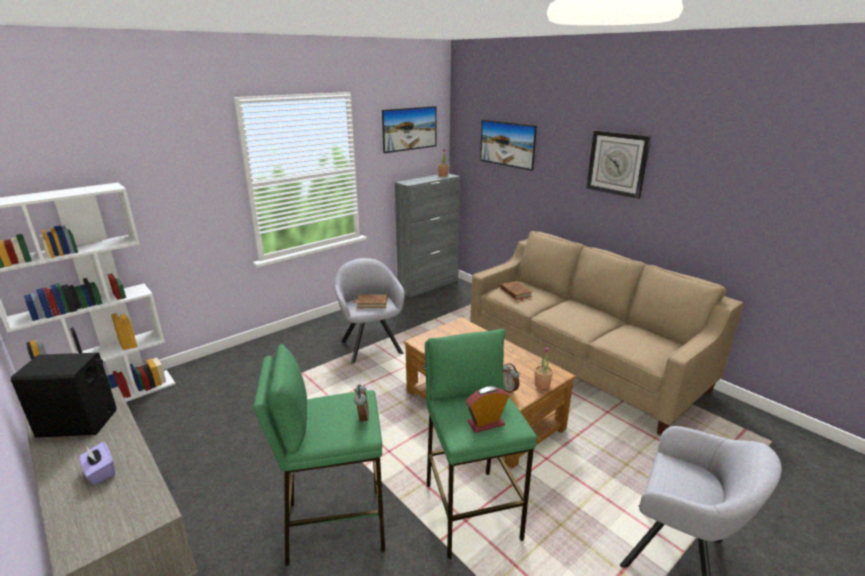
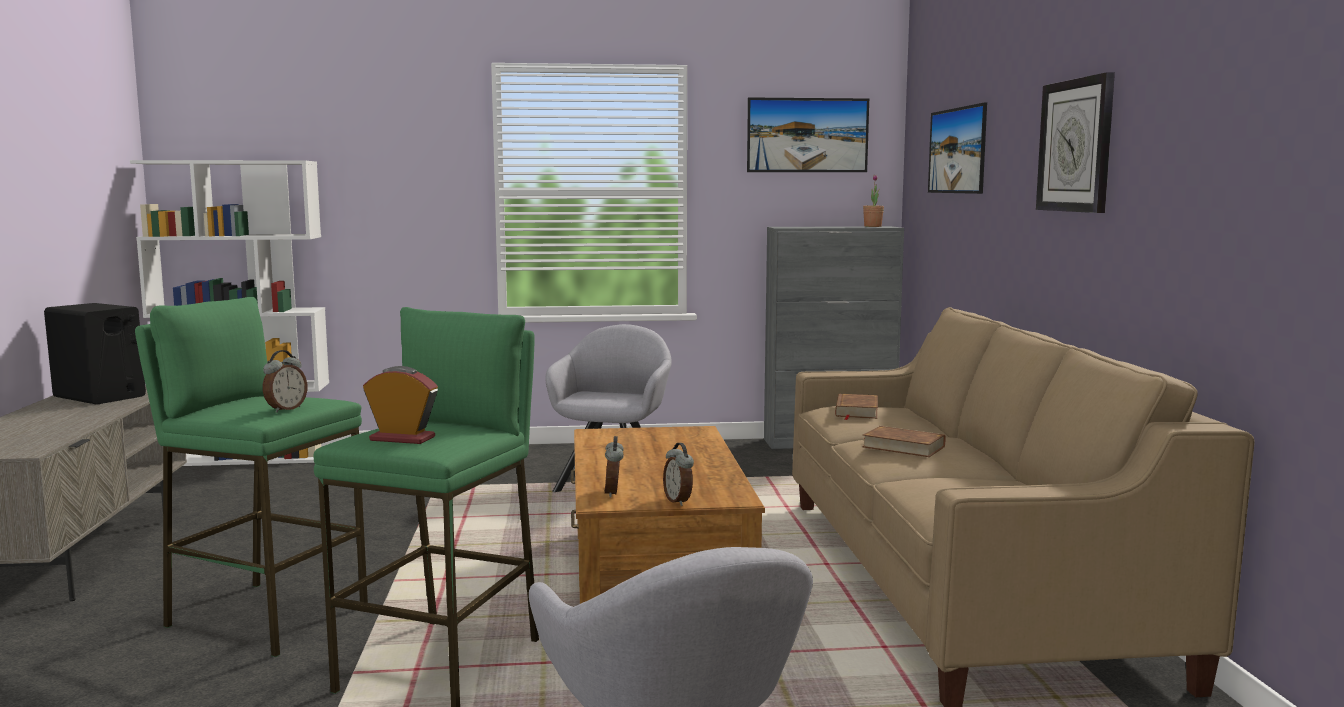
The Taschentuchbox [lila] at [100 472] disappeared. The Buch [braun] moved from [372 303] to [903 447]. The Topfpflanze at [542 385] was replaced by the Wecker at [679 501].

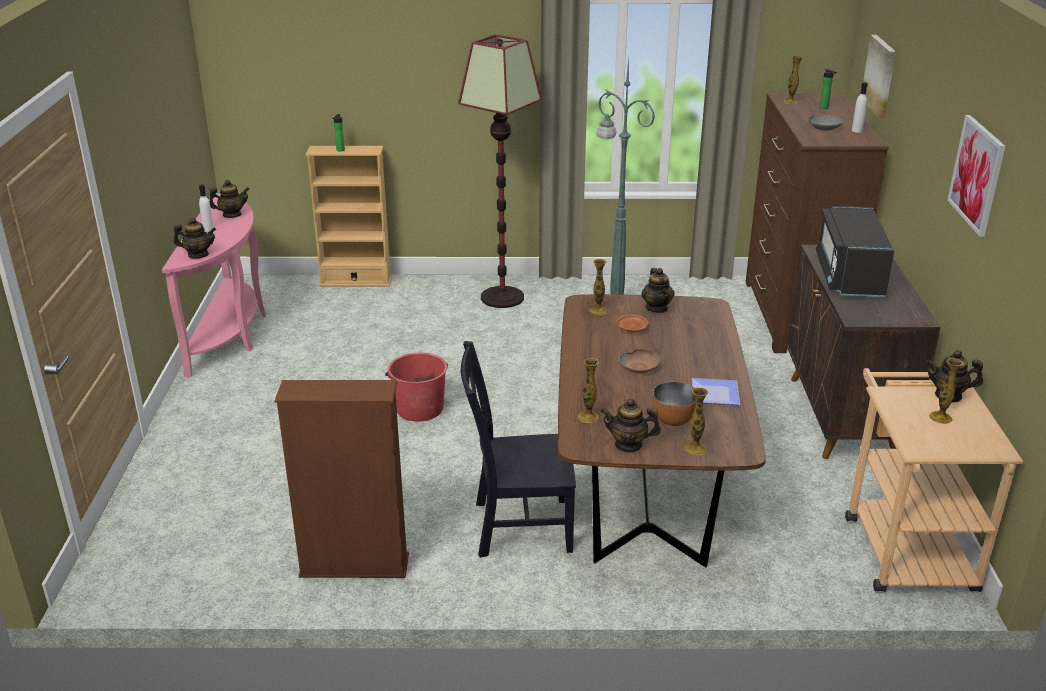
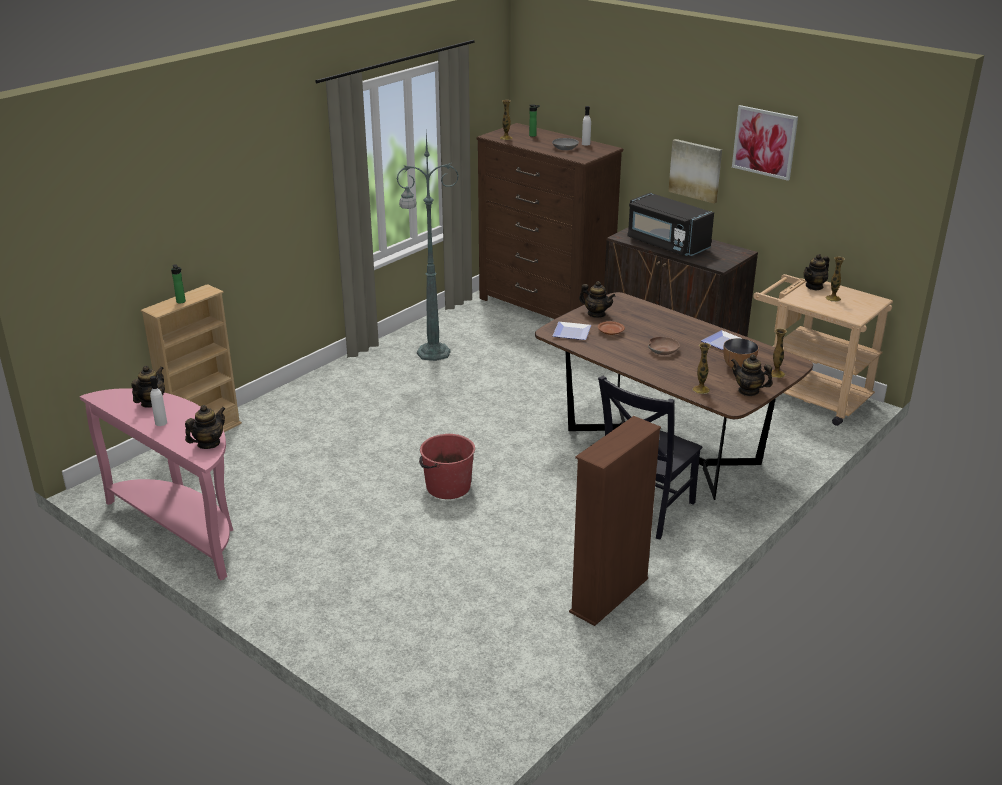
The Stehlampe at [501 297] disappeared. The Bild moved from [880 76] to [695 170]. The Vase at [598 310] was replaced by the Teller at [570 332]. The Teekanne at [628 445] turned 75 degrees clockwise.

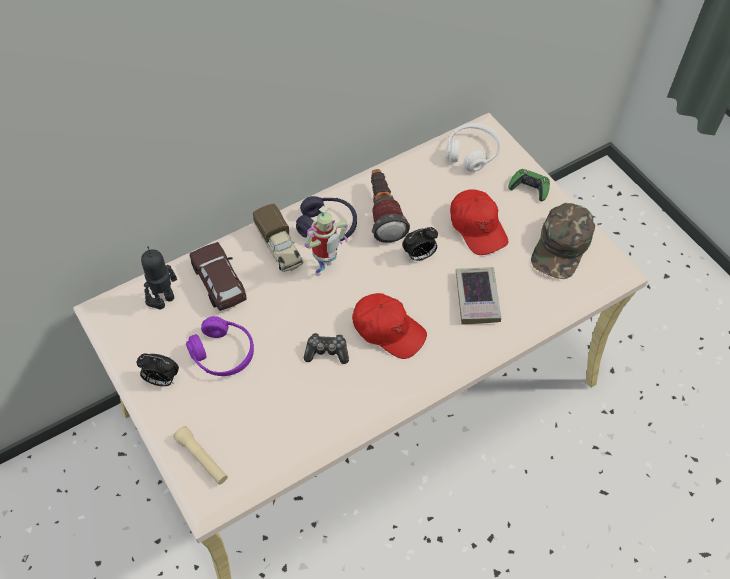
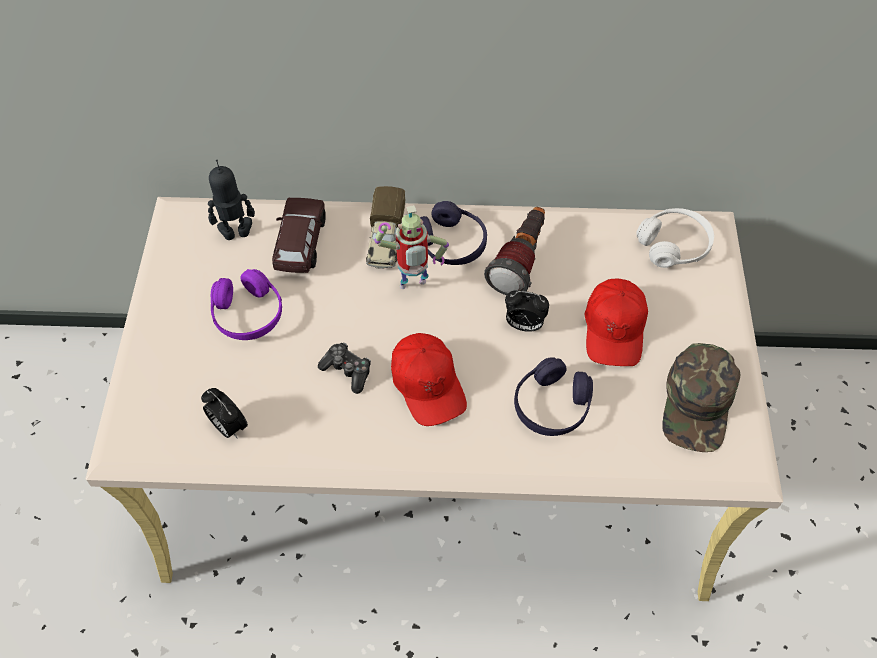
The Taschenlampe [beige] at [202 459] disappeared. The Gamepad [grün] at [529 188] disappeared. The Wecker moved from [161 380] to [228 426]. The Buch at [477 298] was replaced by the Kopfhörer [lila] at [551 406]. The Kappe [grün] at [562 247] turned 45 degrees counterclockwise.

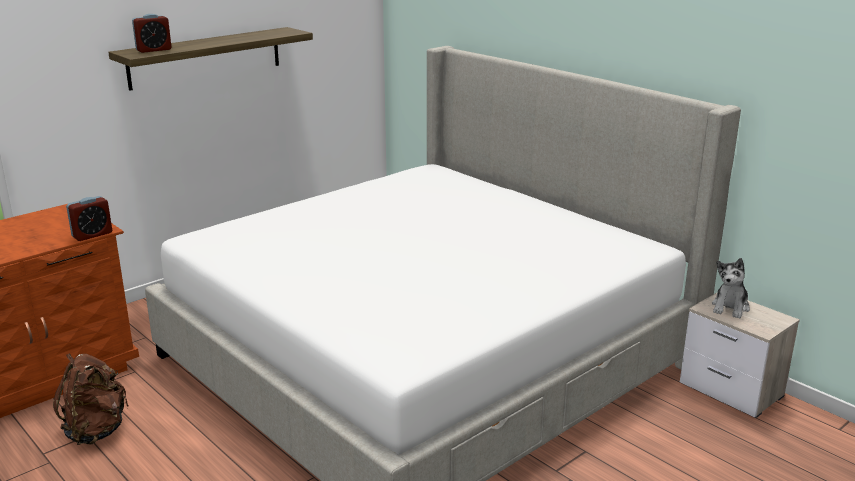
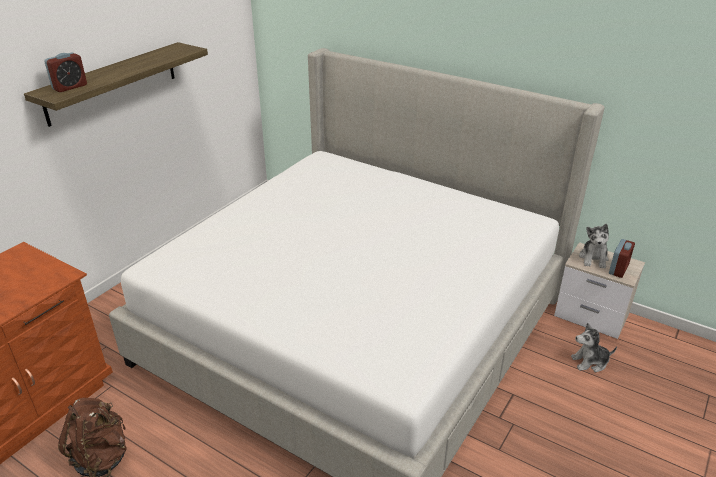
The Plüschtier at [590 362] appeared. The Wecker moved from [92 235] to [618 269].

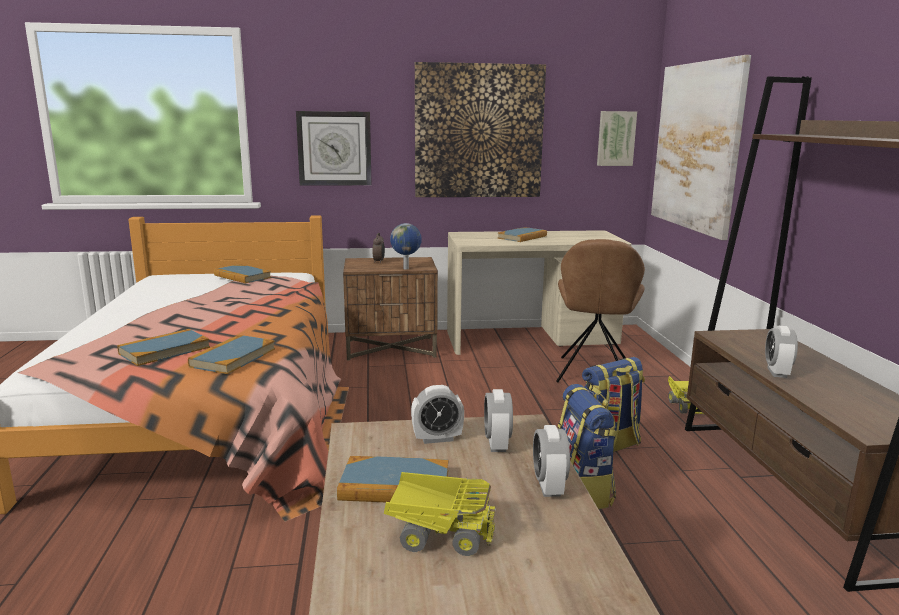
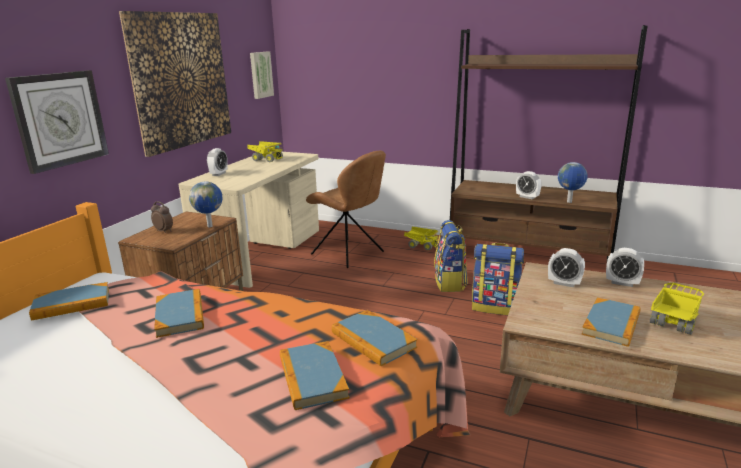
The Bild at [696 146] disappeared. The Spielzeuglaster at [266 159] appeared. The Globus at [569 202] appeared. The Wecker moved from [437 439] to [219 174]. The Buch moved from [522 237] to [180 315].

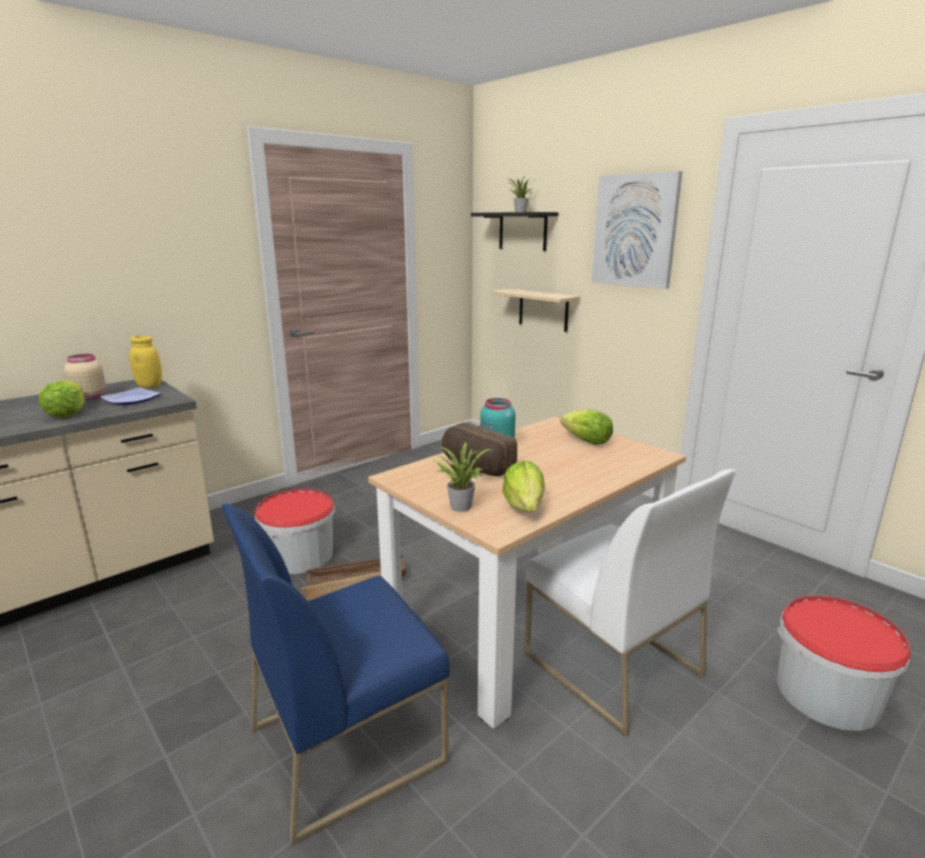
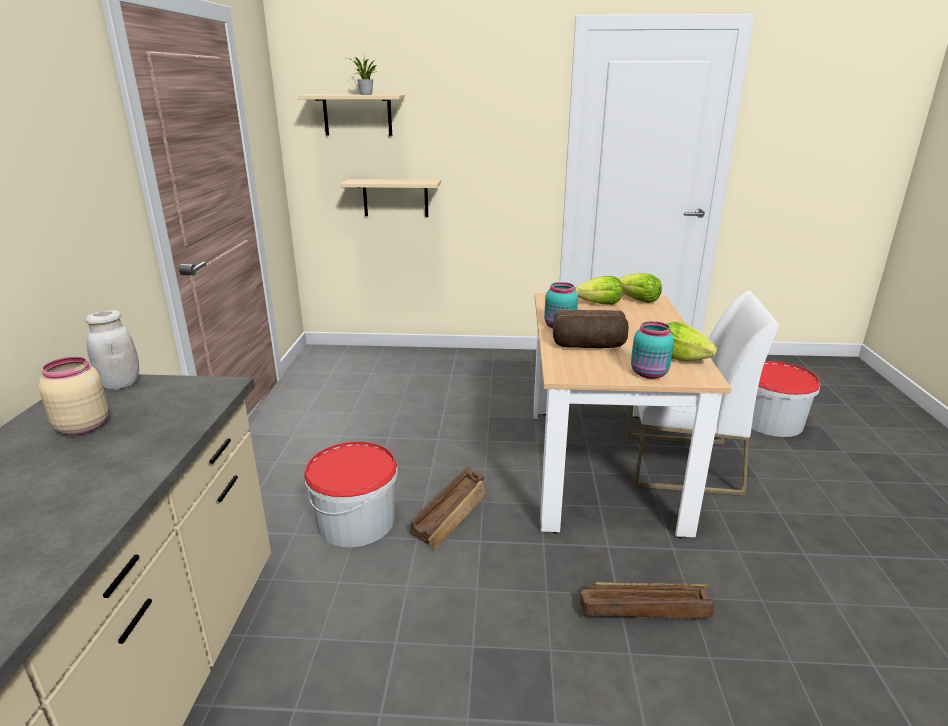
The Teller at [131 400] disappeared. The Bild at [635 231] disappeared. The Salatkopf moved from [67 414] to [638 301]. The Stuhl [blau] at [347 743] was replaced by the Kiste at [644 608]. The Topfpflanze at [459 505] was replaced by the Vorratsglas [türkis] at [650 374]. The Vorratsglas [gelb] at [149 385] became the Vorratsglas [weiß] at [120 384]. The Wandregal [schwarz] at [522 231] became the Wandregal [beige] at [357 115].

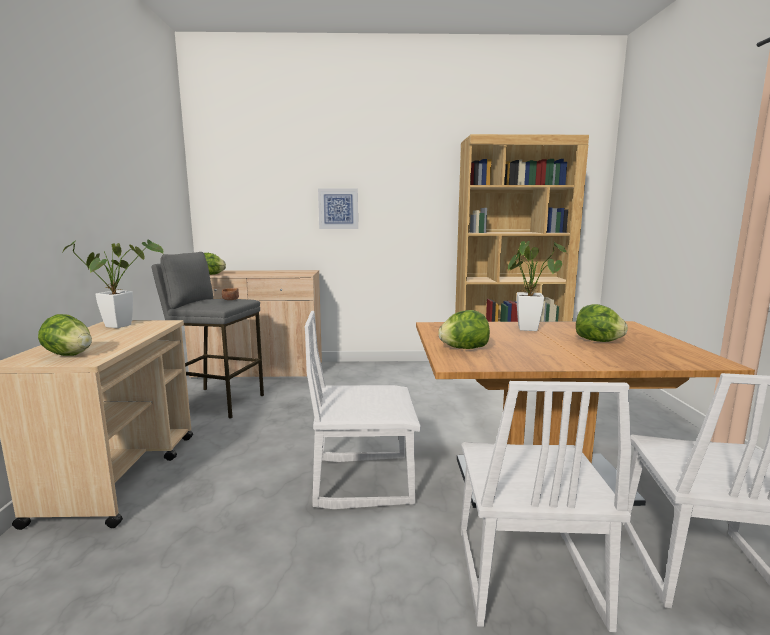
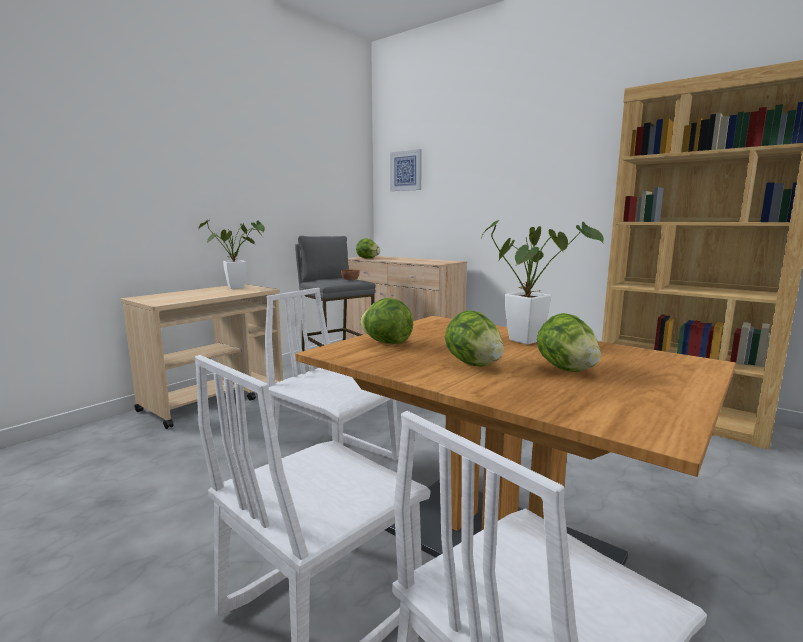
The Salatkopf moved from [69 355] to [473 364]. The Bild moved from [338 208] to [406 171].

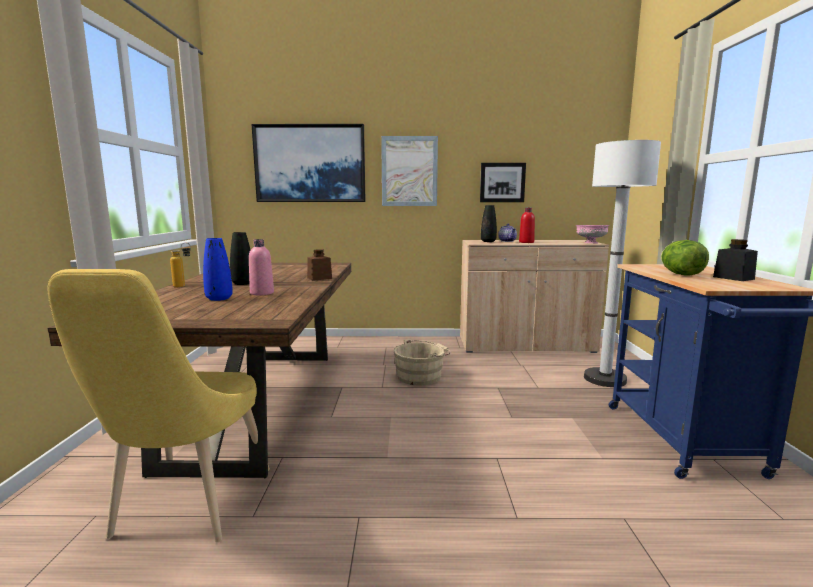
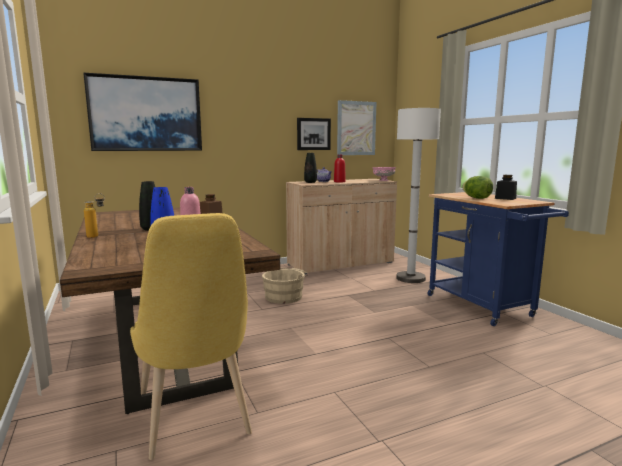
The Bild moved from [409 171] to [356 128].

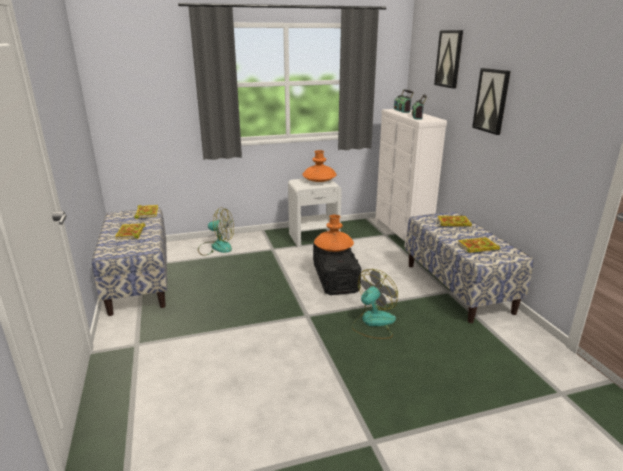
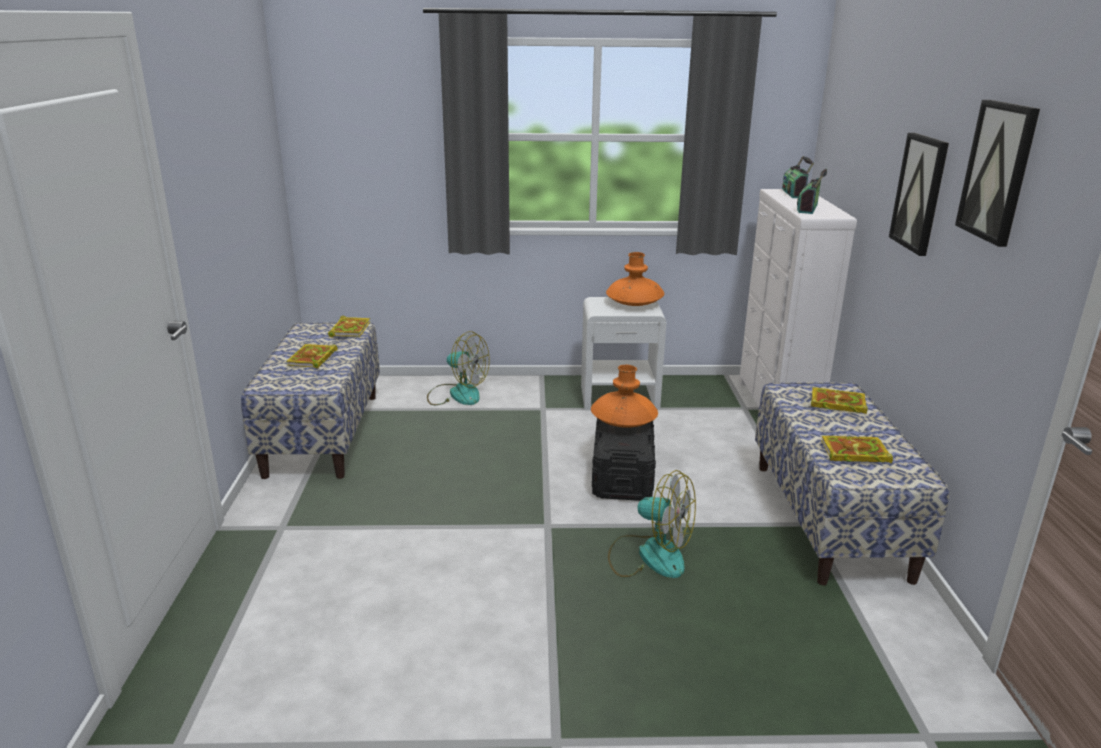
The Bild moved from [449 59] to [998 171]. The Ventilator at [373 323] turned 60 degrees clockwise.

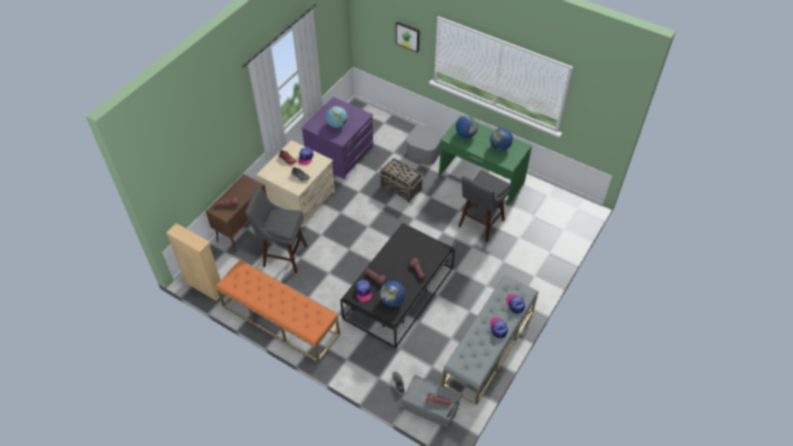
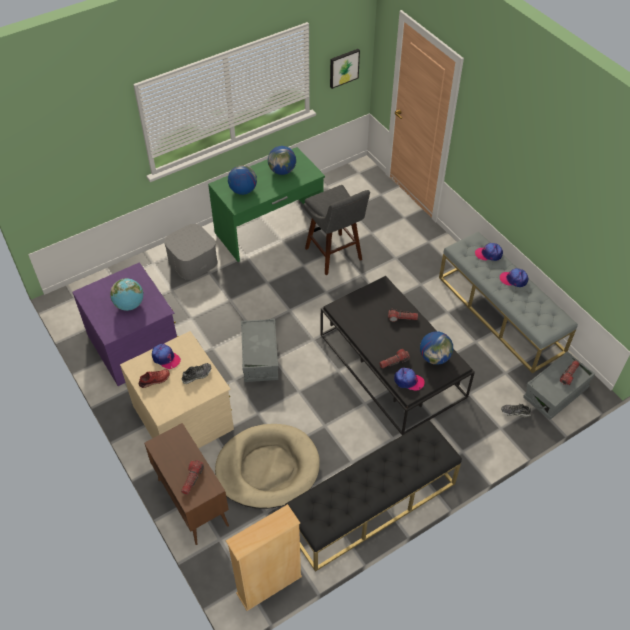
The Korb at [401 188] disappeared. The Aufbewahrungsbox [grau] at [260 358] appeared. The Bild moved from [408 36] to [343 67]. The Hocker [grau] at [283 255] was replaced by the Hundebett [beige] at [267 468]. The Bank [orange] at [280 320] became the Bank [schwarz] at [372 505].

